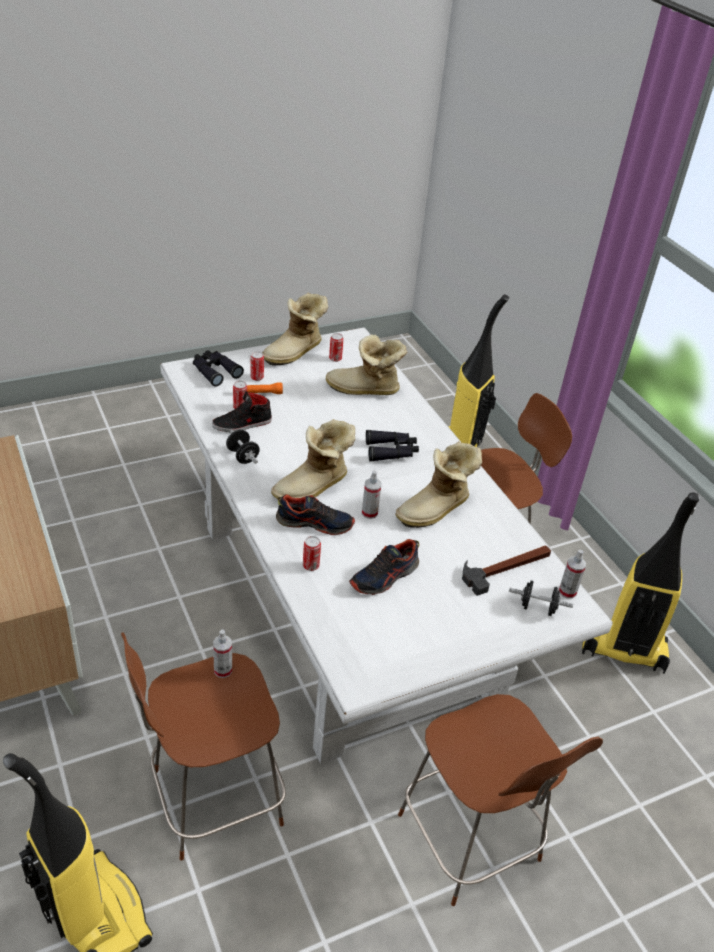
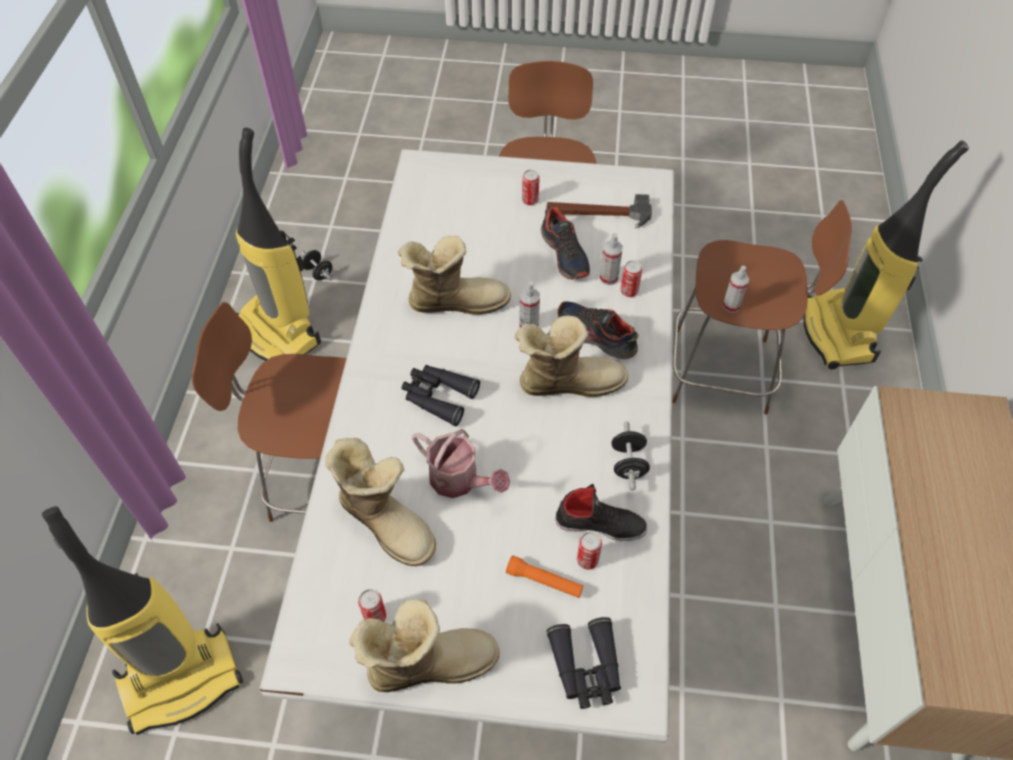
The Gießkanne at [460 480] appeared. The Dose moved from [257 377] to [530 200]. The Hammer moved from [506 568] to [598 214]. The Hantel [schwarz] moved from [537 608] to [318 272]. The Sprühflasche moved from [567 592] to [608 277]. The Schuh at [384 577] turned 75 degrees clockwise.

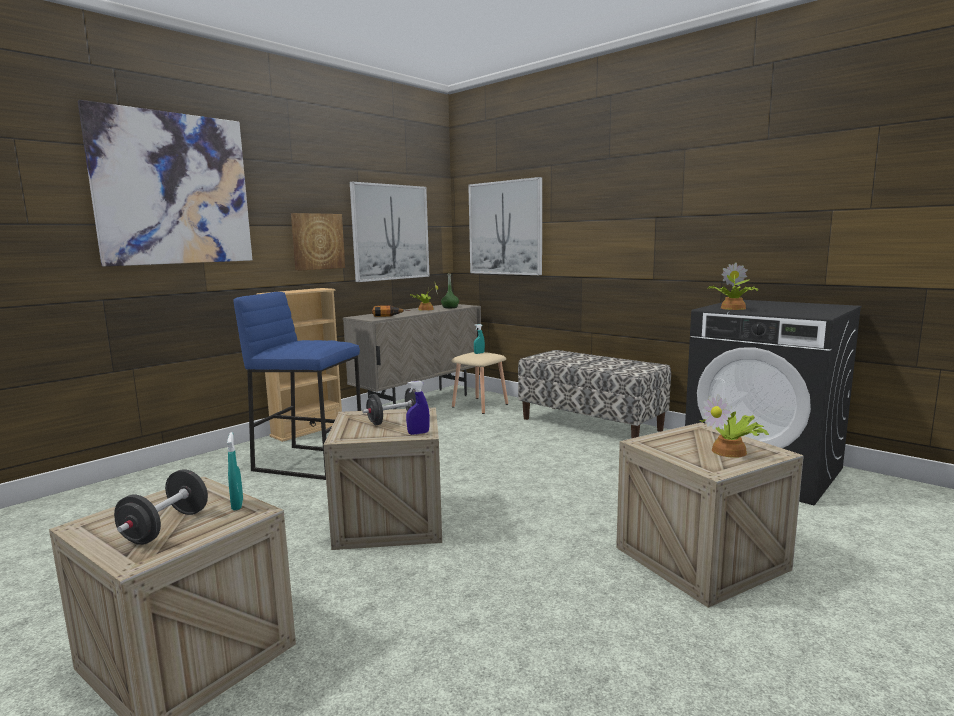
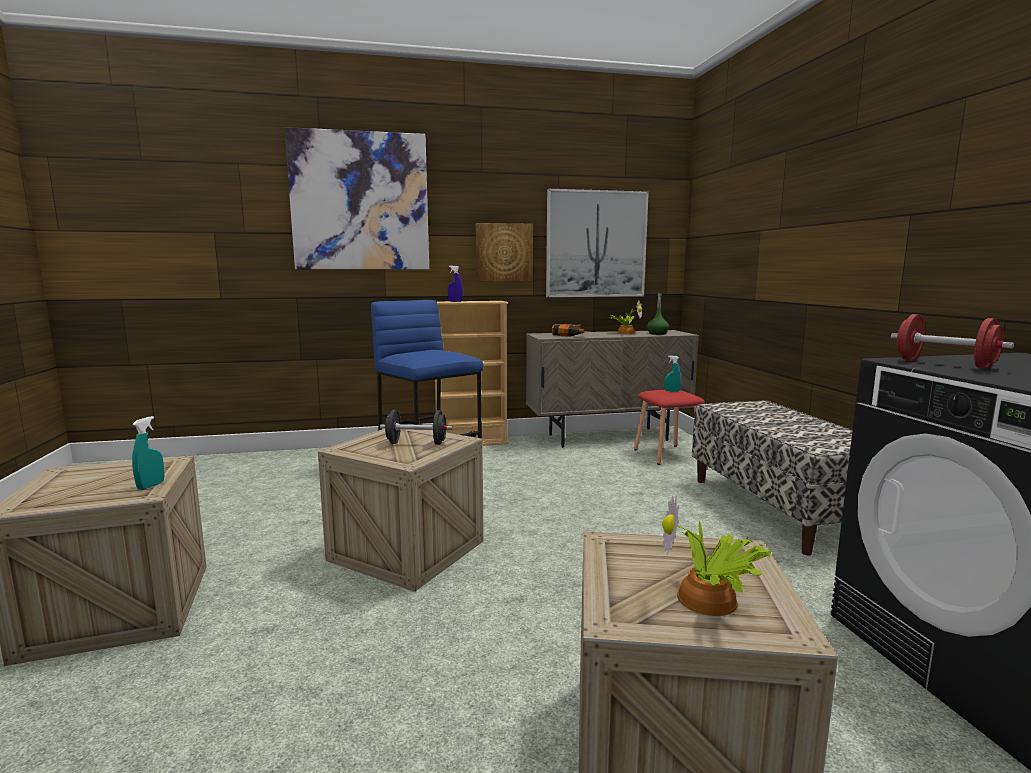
The Hantel [schwarz] at [166 527] disappeared. The Bild at [505 228] disappeared. The Sprühflasche [blau] moved from [418 433] to [455 301]. The Topfpflanze at [732 308] was replaced by the Hantel [rot] at [944 364]. The Hocker [beige] at [480 406] became the Hocker [rot] at [666 455].

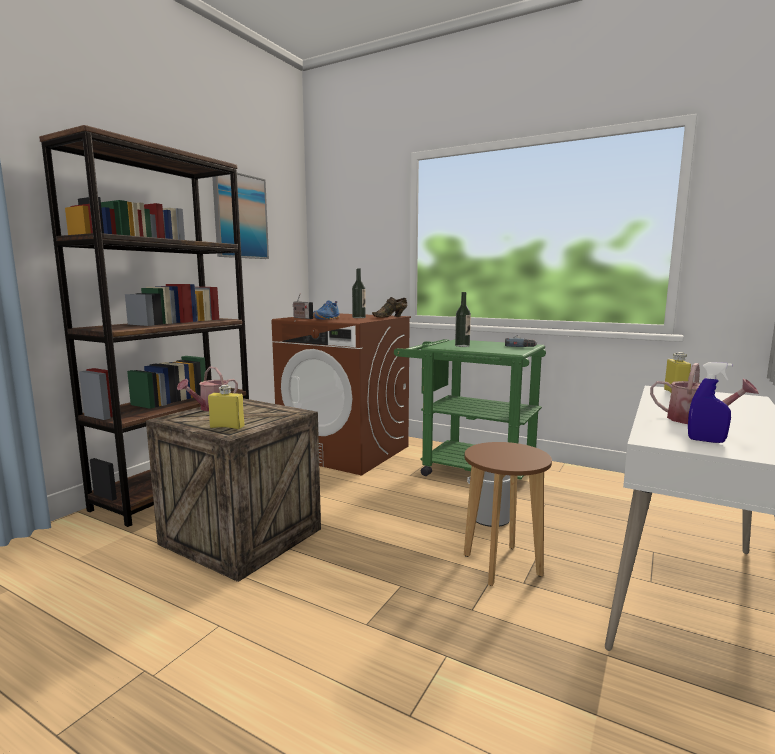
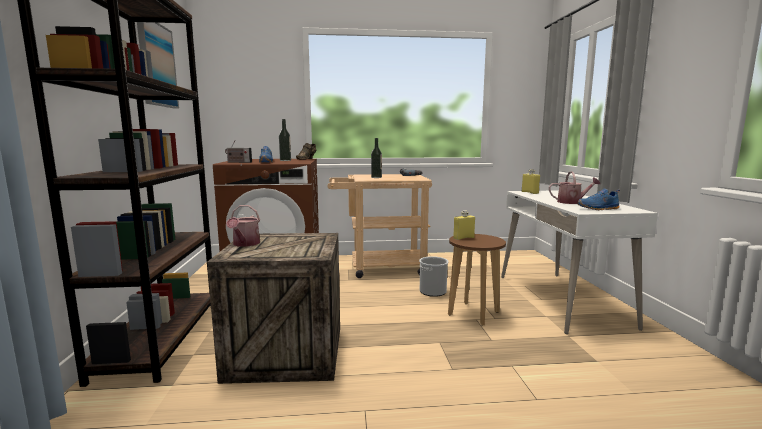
The Flasche [gelb] moved from [227 427] to [463 238]. The Sprühflasche [blau] at [706 441] was replaced by the Schuh [blau] at [598 209]. The Rollwagen [grün] at [468 469] became the Rollwagen [beige] at [380 268].

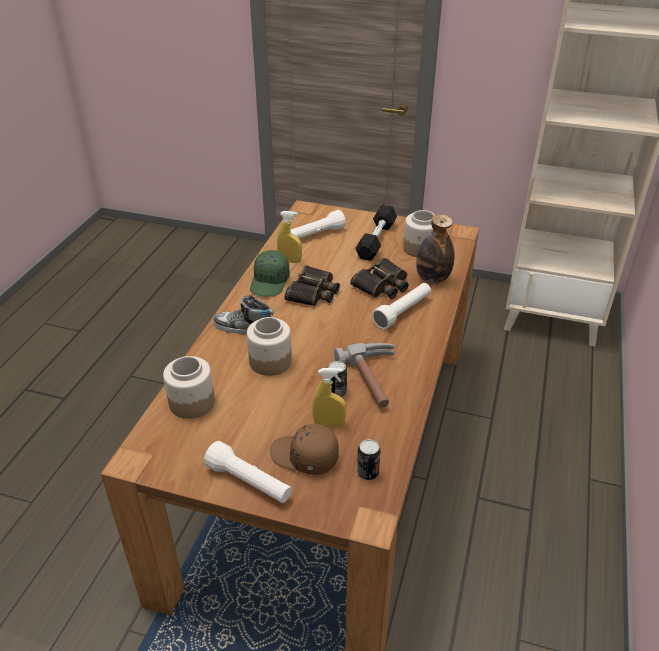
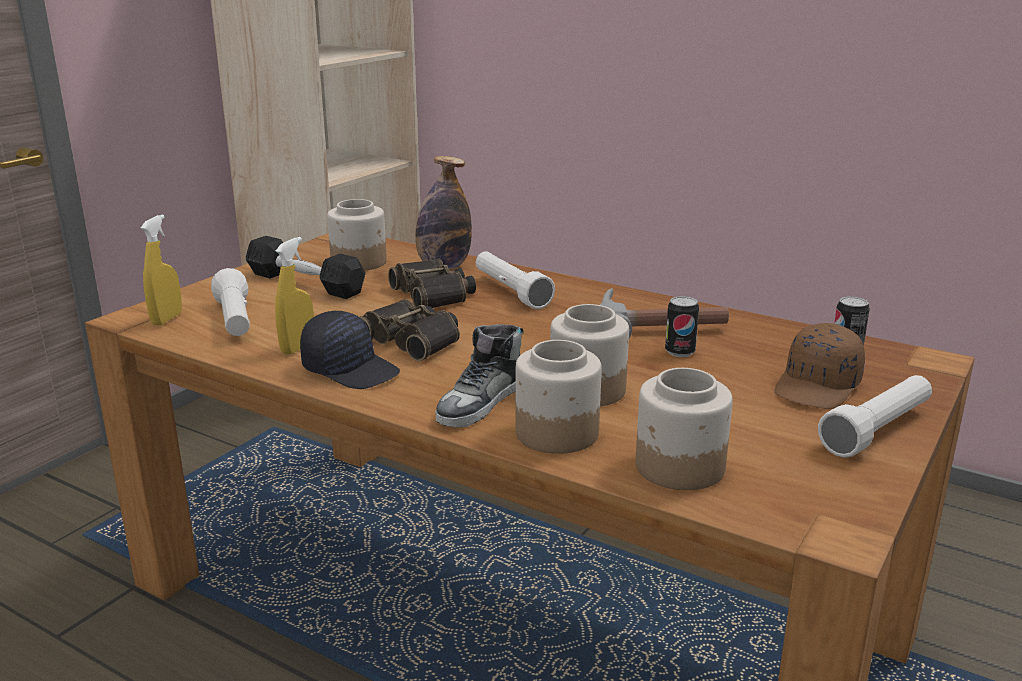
The Vorratsglas at [555 433] appeared. The Sprühflasche [gelb] moved from [329 424] to [167 319]. The Kappe [grün] at [270 282] became the Kappe [schwarz] at [351 369].

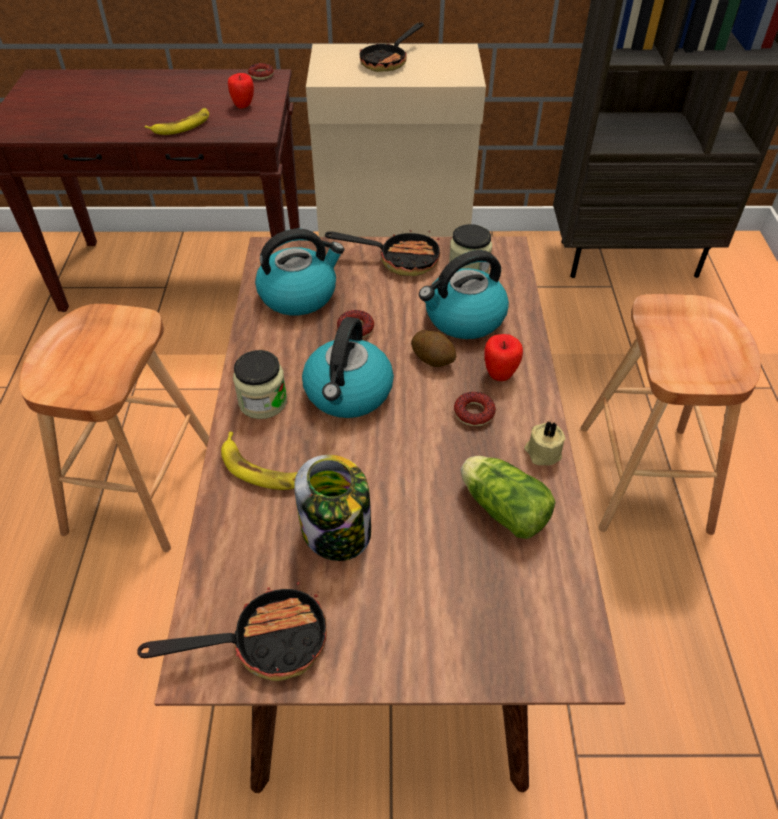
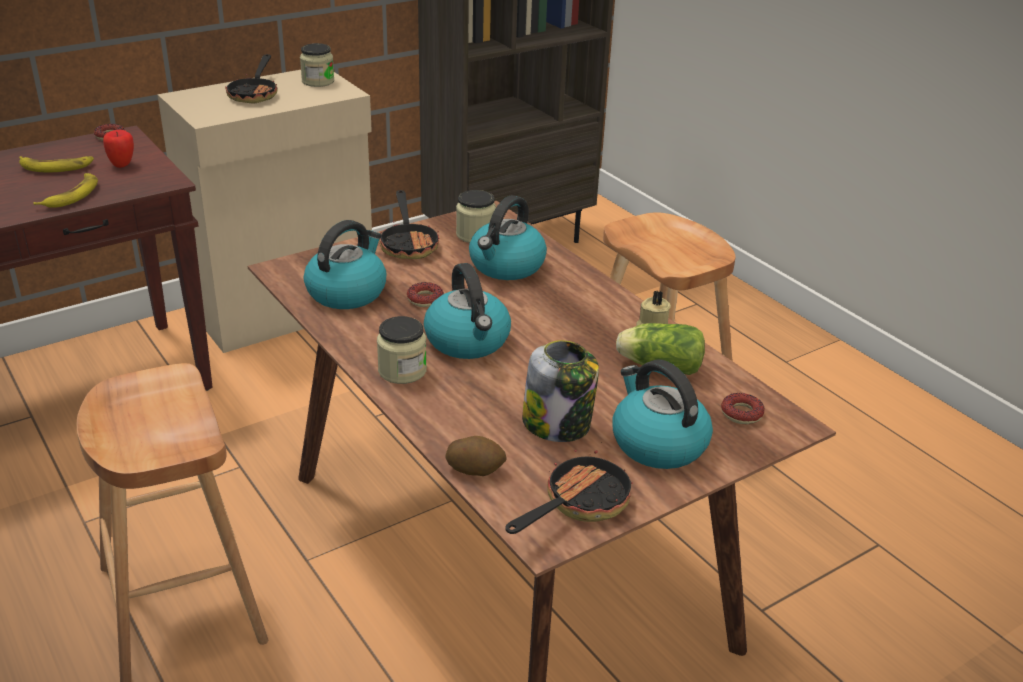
The Apfel at [500 374] disappeared. The Vorratsglas at [318 81] appeared. The Wasserkessel at [657 443] appeared. The Banane moved from [263 468] to [56 167]. The Kartoffel moved from [433 358] to [475 469]. The Donut moved from [474 413] to [741 413]. The Pfanne at [399 260] turned 105 degrees clockwise.

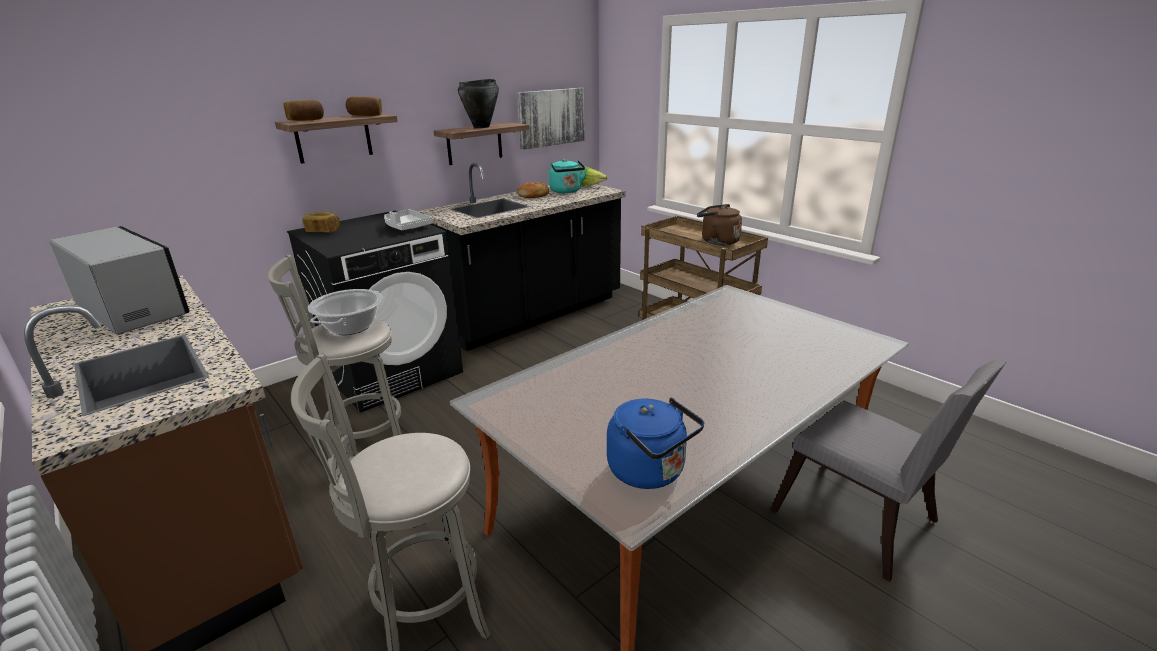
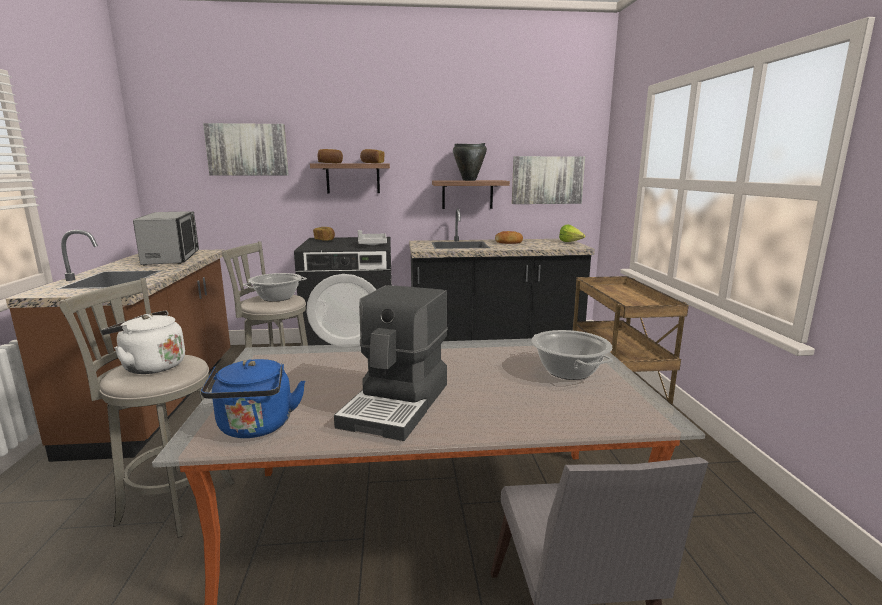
The Wasserkessel [türkis] at [566 191] disappeared. The Wasserkessel [braun] at [717 241] disappeared. The Wasserkessel [weiß] at [151 366] appeared. The Bild at [247 149] appeared. The Kaffeemaschine at [398 404] appeared. The Kochtopf at [569 371] appeared.

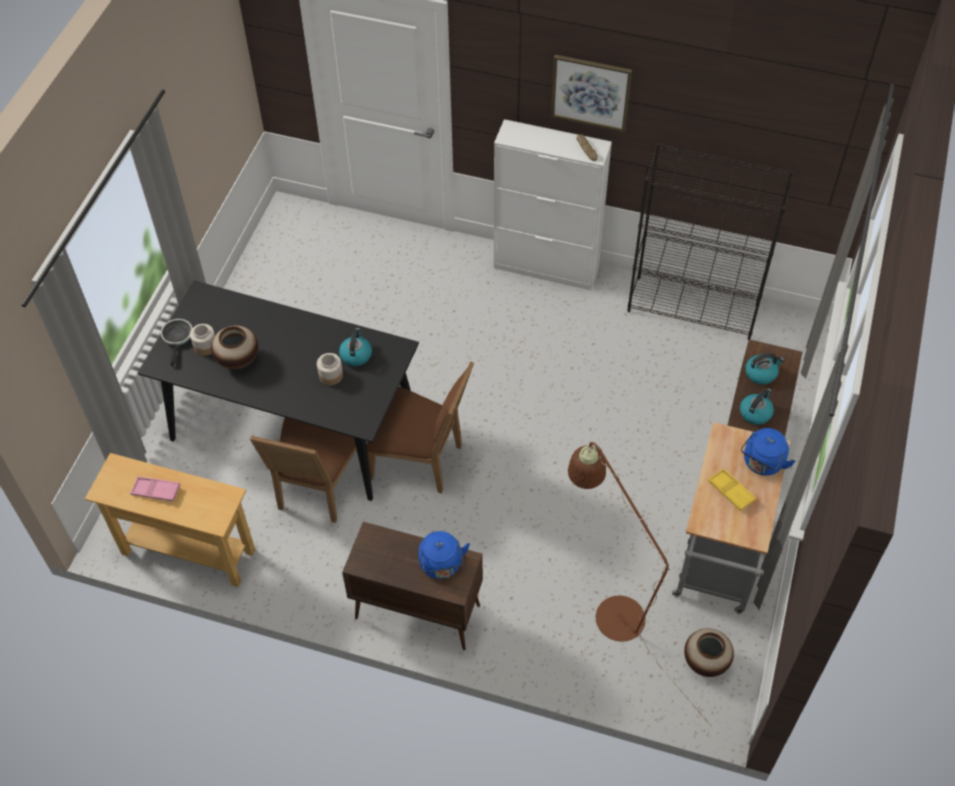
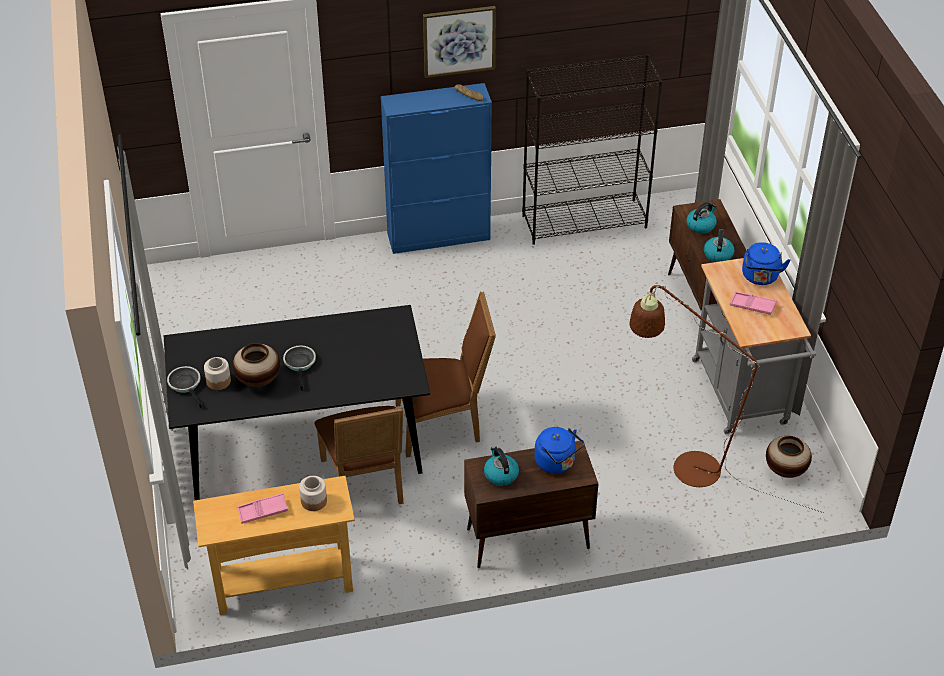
The Pfanne at [300 364] appeared. The Vorratsglas moved from [331 375] to [314 501]. The Wasserkessel moved from [356 355] to [500 474]. The Schrank [weiß] at [546 268] became the Schrank [blau] at [439 236]. The Tablett [gelb] at [731 491] became the Tablett [rosa] at [752 305].

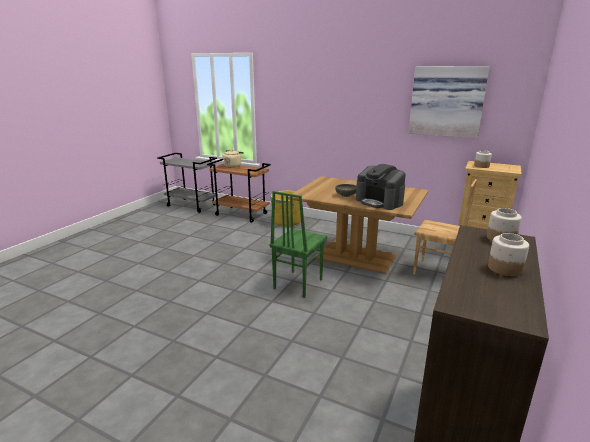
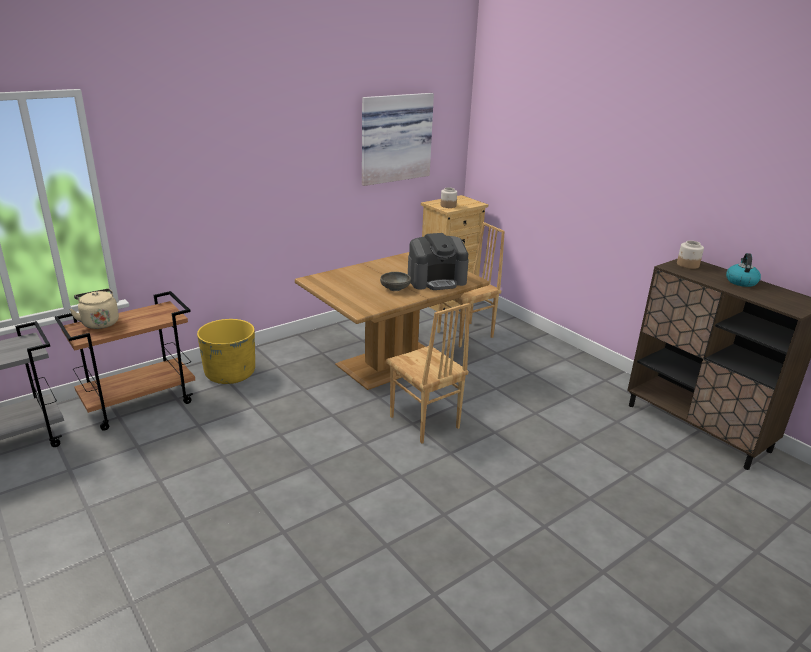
The Vorratsglas at [504 268] was replaced by the Wasserkessel at [741 281]. The Stuhl [grün] at [297 284] became the Stuhl [braun] at [423 423].

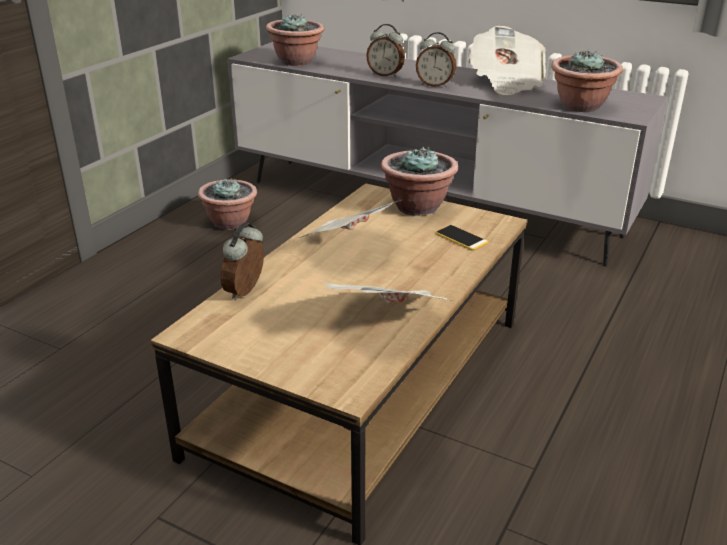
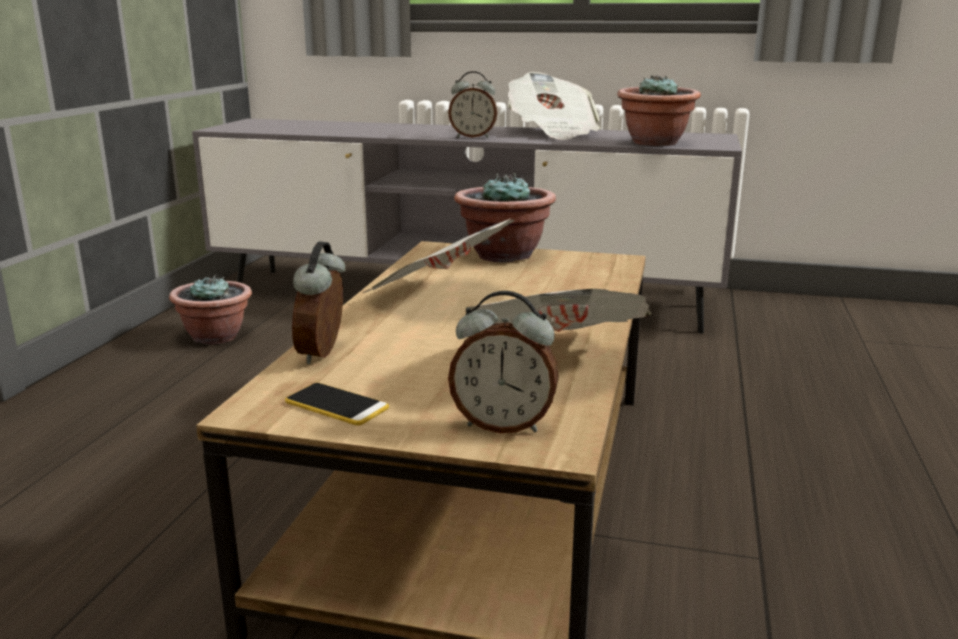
The Topfpflanze at [296 62] disappeared. The Wecker moved from [385 75] to [503 425]. The Handy moved from [461 238] to [336 405].

